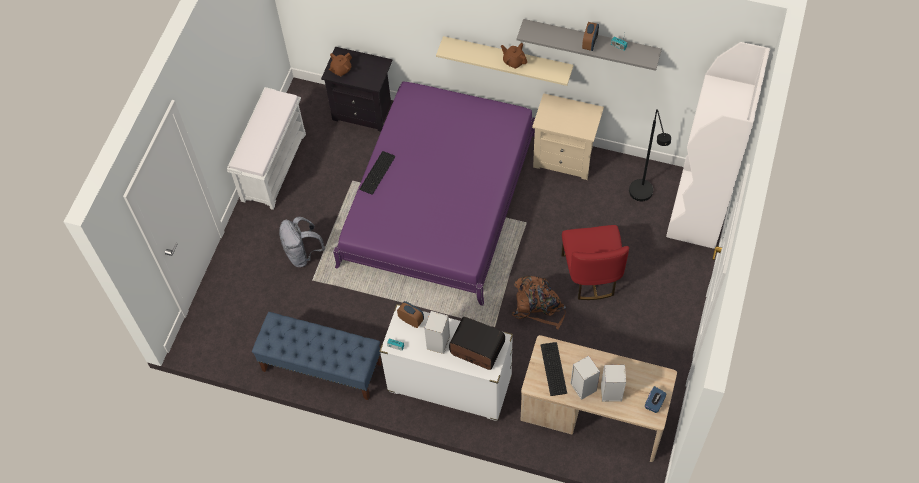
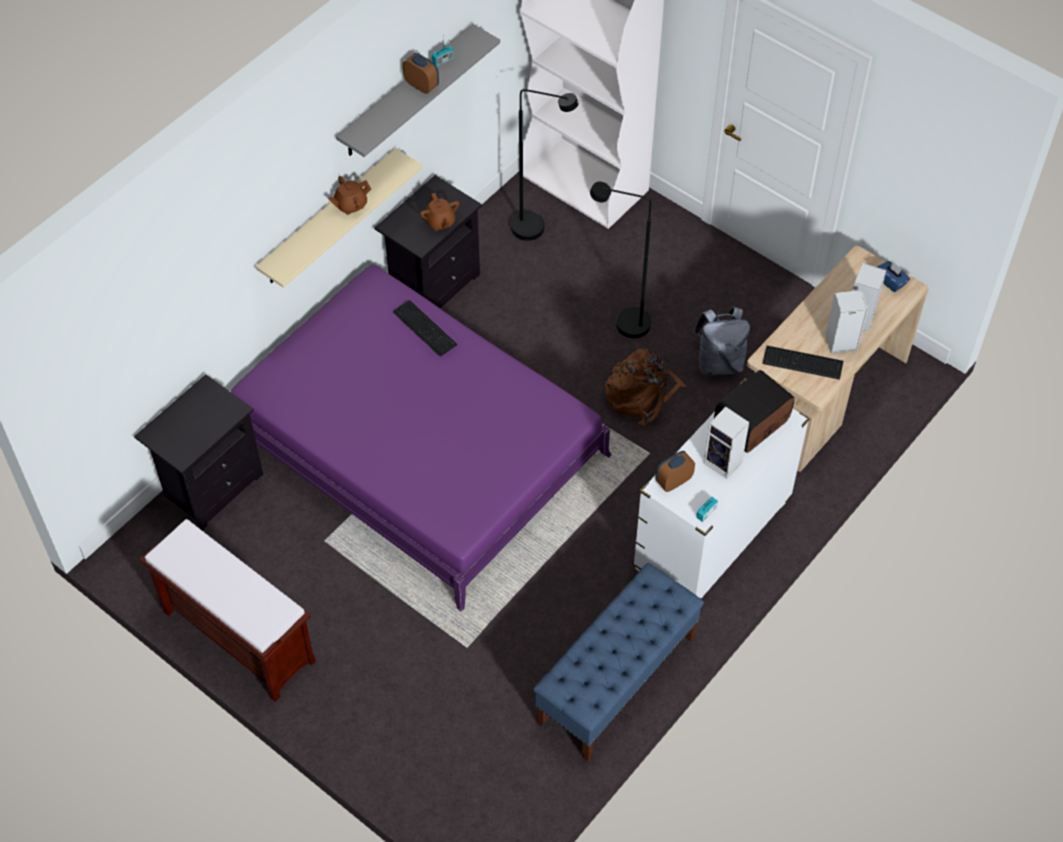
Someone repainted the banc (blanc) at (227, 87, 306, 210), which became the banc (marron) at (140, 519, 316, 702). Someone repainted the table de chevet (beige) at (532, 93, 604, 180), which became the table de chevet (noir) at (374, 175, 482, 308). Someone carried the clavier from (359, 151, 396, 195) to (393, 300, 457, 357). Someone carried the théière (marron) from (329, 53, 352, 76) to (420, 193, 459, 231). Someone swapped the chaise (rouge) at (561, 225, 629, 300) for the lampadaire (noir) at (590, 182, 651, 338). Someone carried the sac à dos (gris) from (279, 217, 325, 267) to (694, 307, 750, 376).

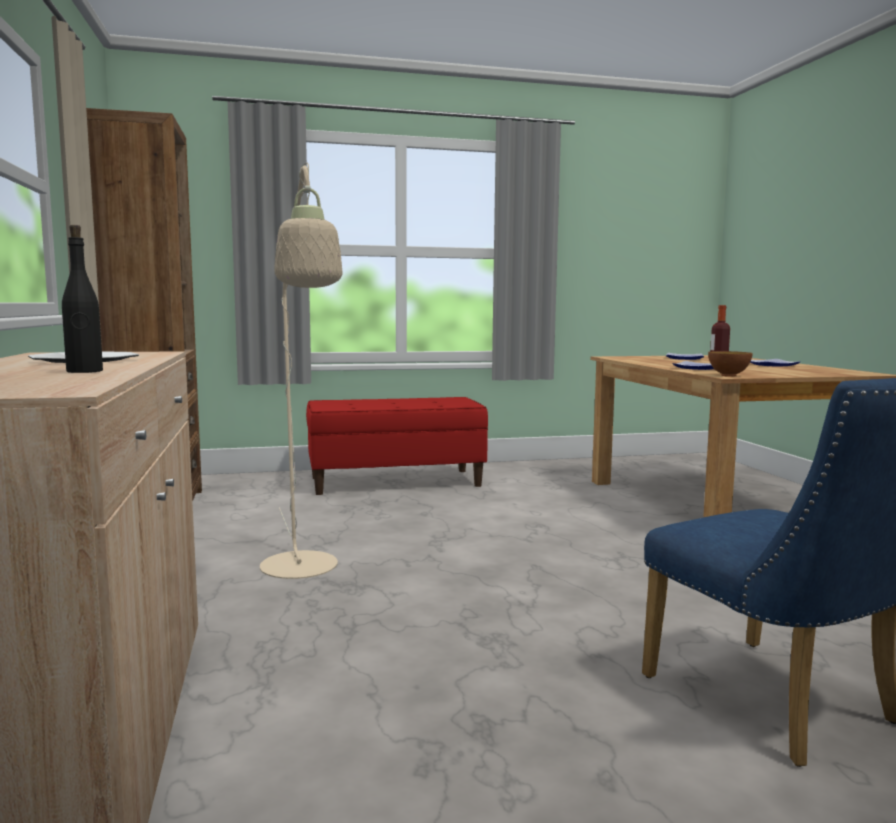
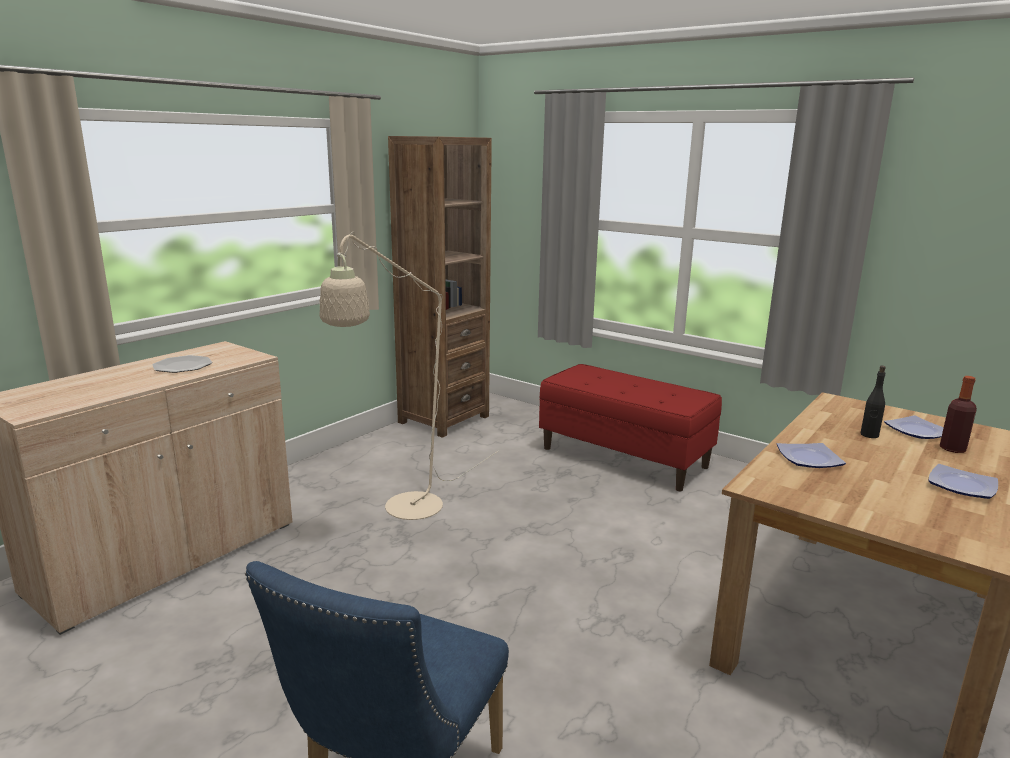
Someone carried the bouteille (noir) from (62, 225, 103, 373) to (861, 366, 886, 438). Someone took away the bol at (708, 351, 753, 377).

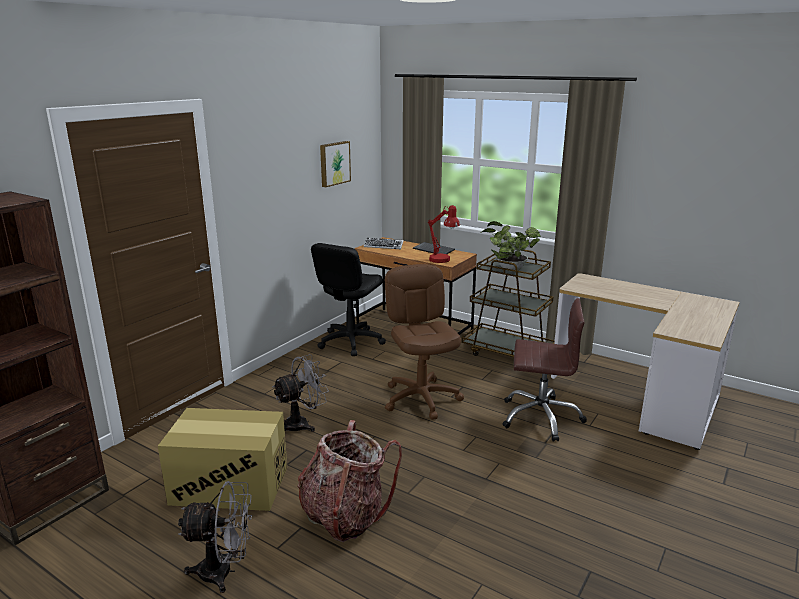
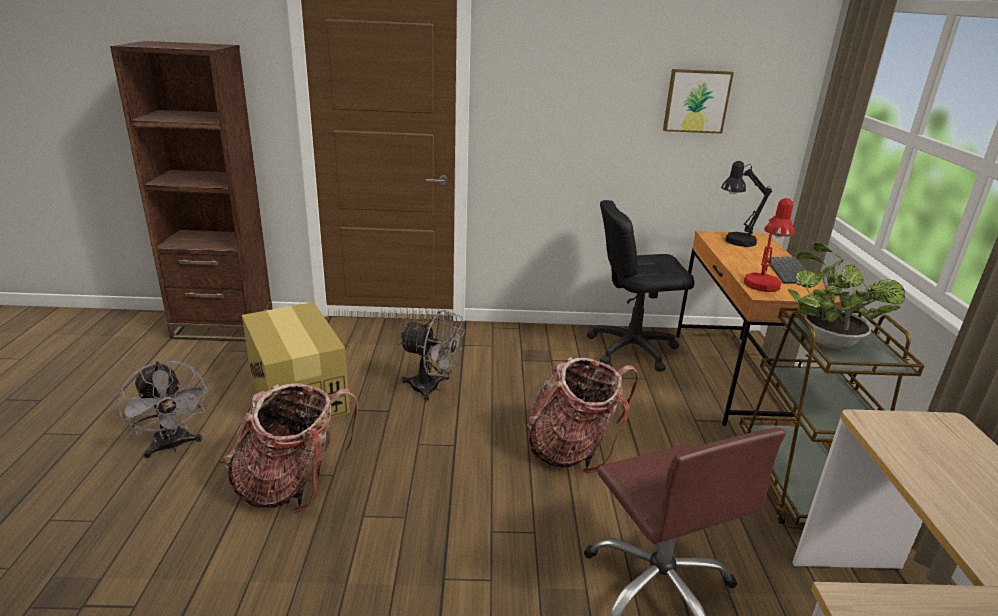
Someone swapped the chaise de bureau (marron) at (385, 264, 464, 420) for the sac à dos at (527, 357, 639, 473). Someone swapped the clavier at (364, 238, 404, 249) for the lampe de table (noir) at (721, 161, 772, 247).

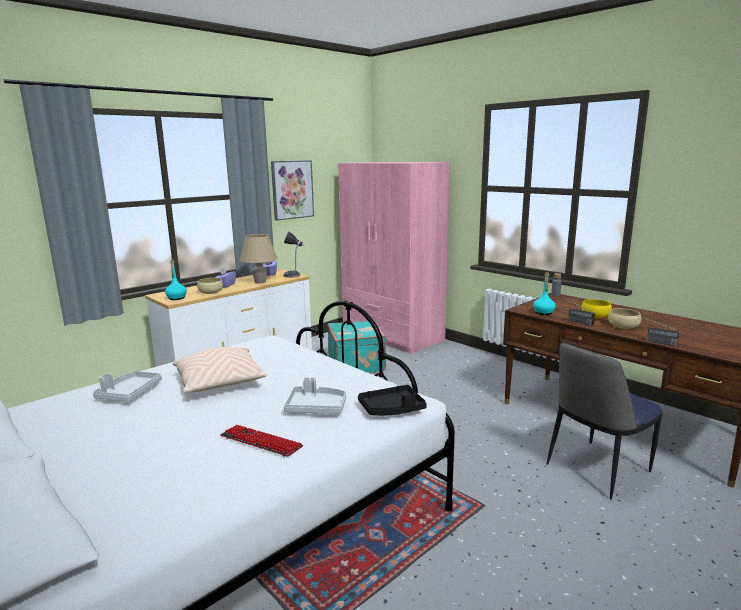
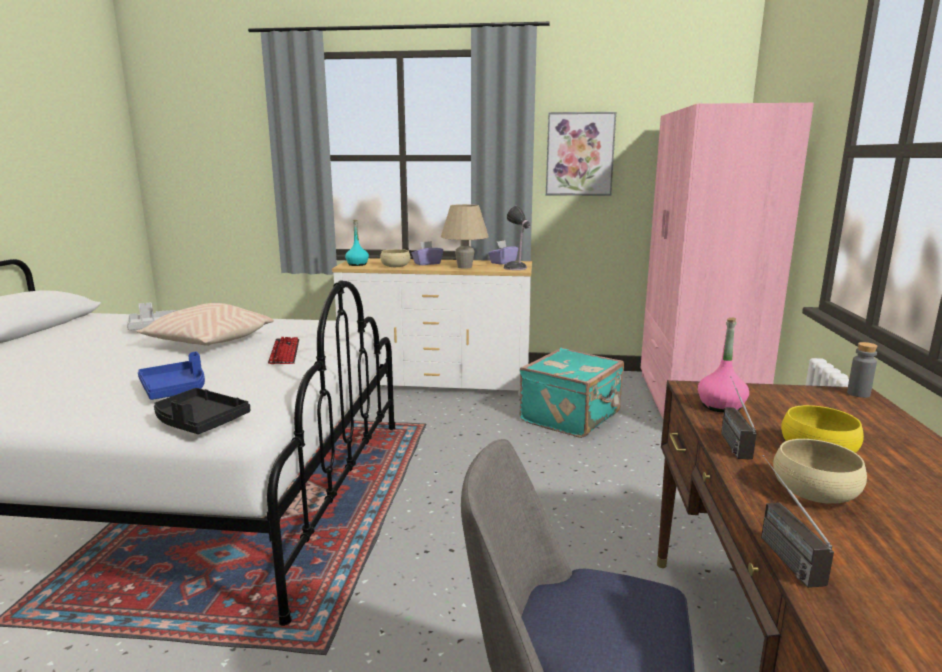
Someone repainted the plateau (gris) at (284, 377, 346, 414), which became the plateau (bleu) at (138, 352, 205, 400). Someone carried the clavier from (220, 425, 303, 457) to (268, 337, 299, 364). Someone repainted the bouteille (turquoise) at (533, 272, 556, 315), which became the bouteille (rose) at (698, 317, 749, 413).

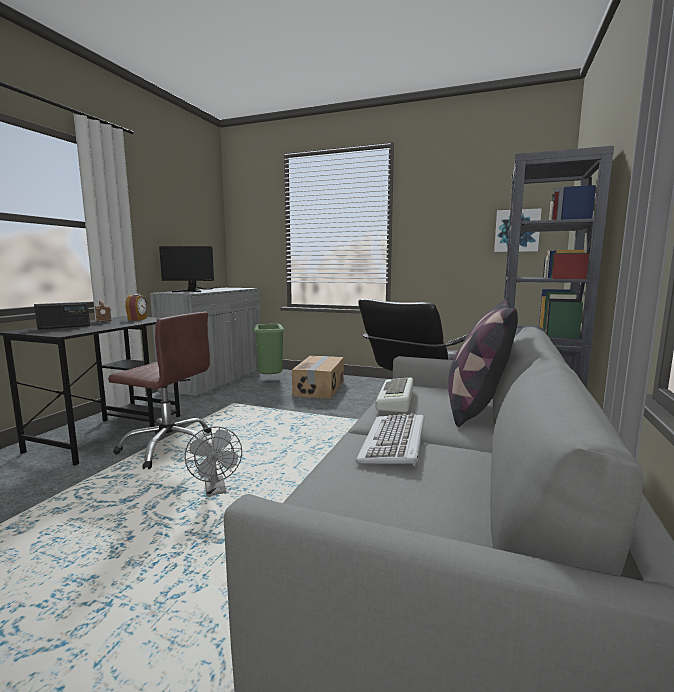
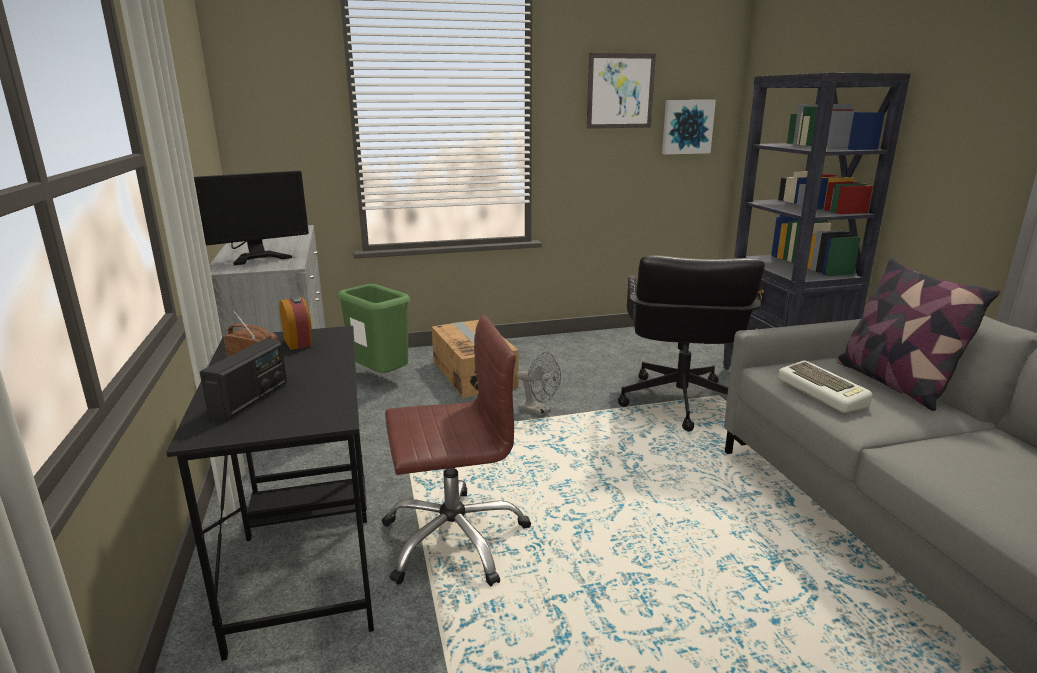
Someone carried the ventilateur (gris) from (185, 427, 242, 496) to (516, 352, 561, 416). Someone put up the tableau at (587, 53, 656, 129). Someone took away the clavier at (356, 413, 425, 466).

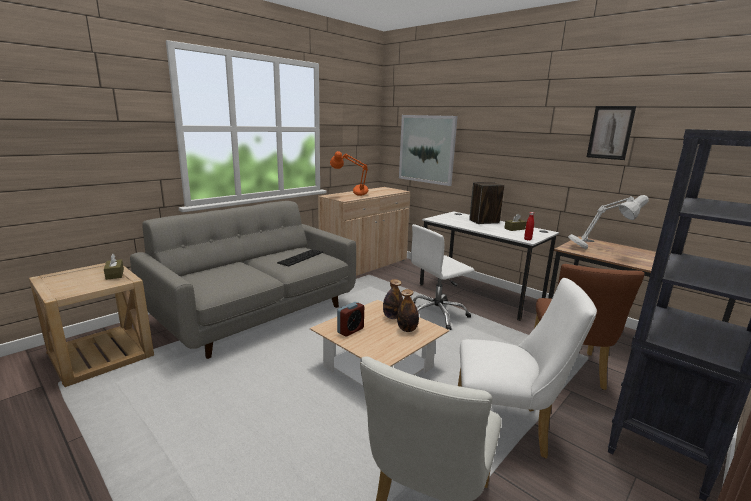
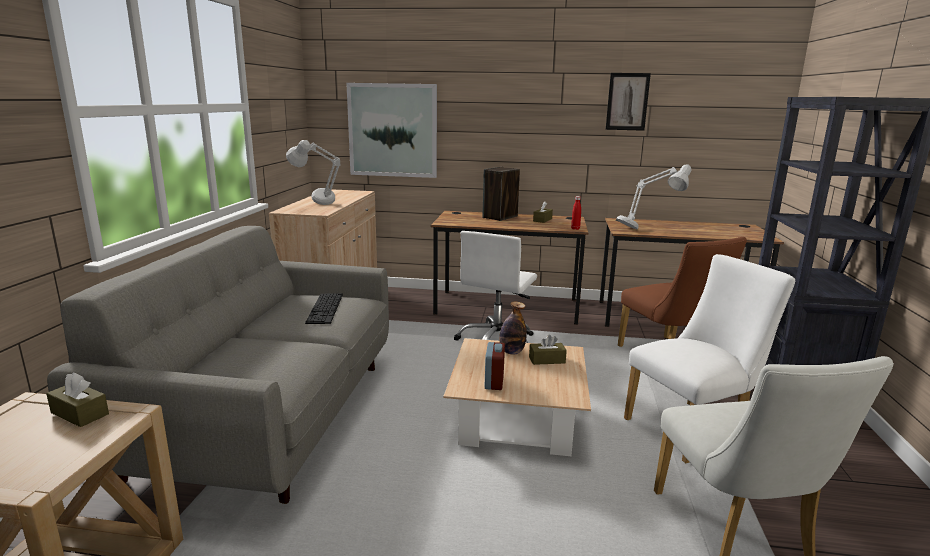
Someone repainted the lampe de table (orange) at (330, 151, 368, 196), which became the lampe de table (gris) at (286, 140, 340, 205). Someone repainted the bureau (blanc) at (420, 211, 559, 321), which became the bureau (marron) at (431, 211, 588, 325). Someone swapped the bouteille at (397, 289, 419, 332) for the boîte à mouchoirs (marron) at (529, 334, 567, 365).

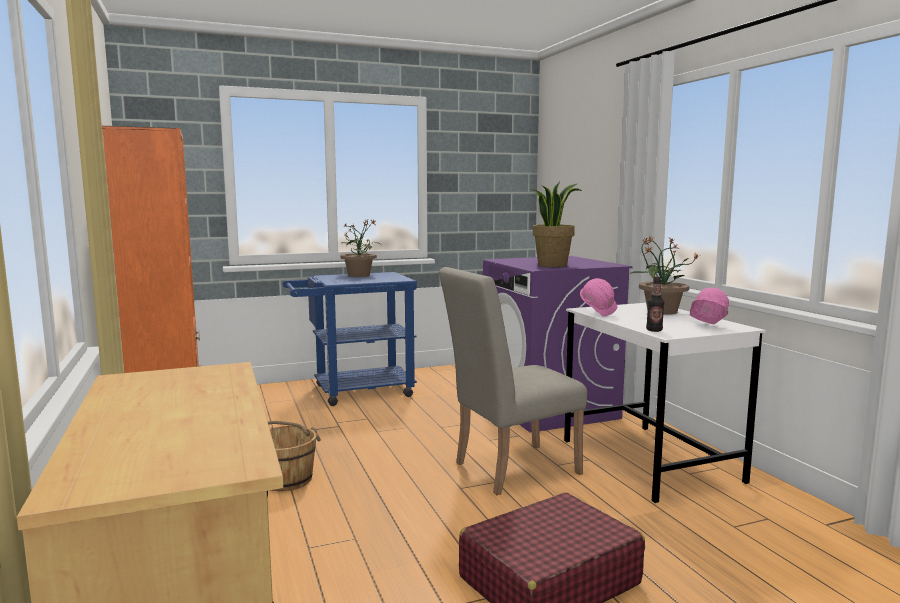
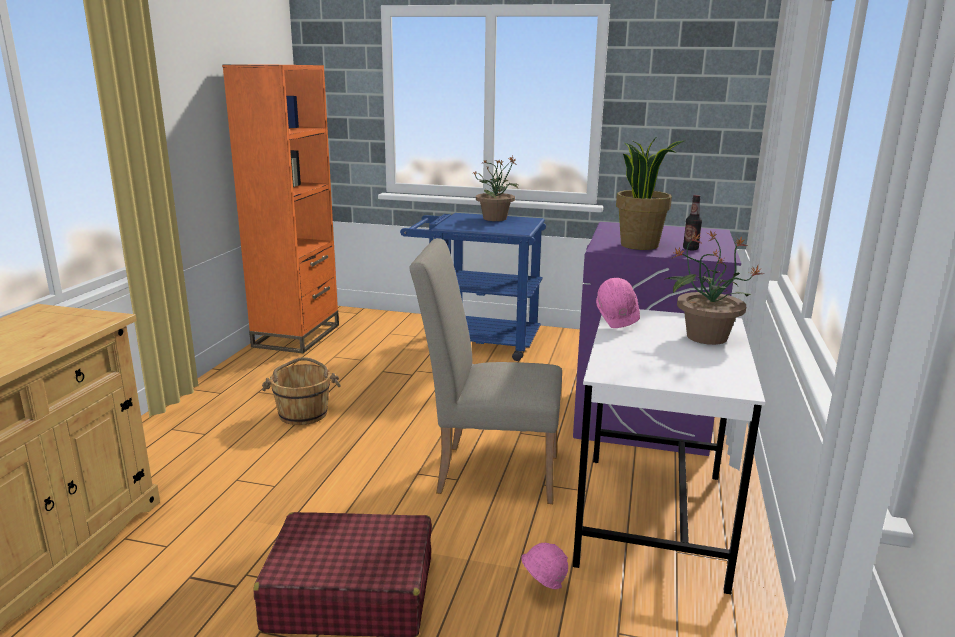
Someone carried the casque de chantier (rose) from (690, 287, 729, 324) to (521, 543, 568, 589). Someone carried the bouteille from (646, 276, 664, 332) to (683, 195, 702, 250).

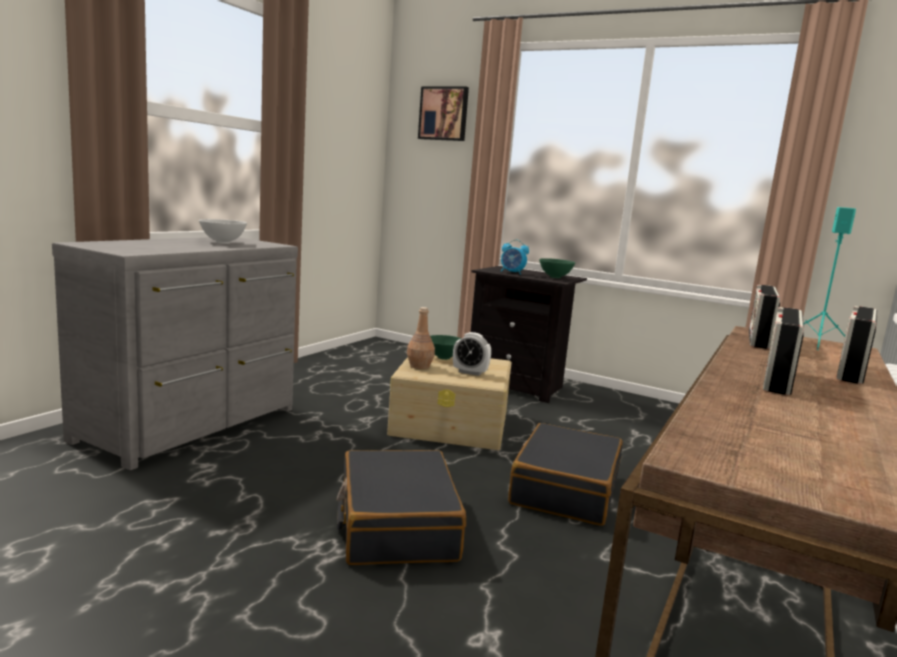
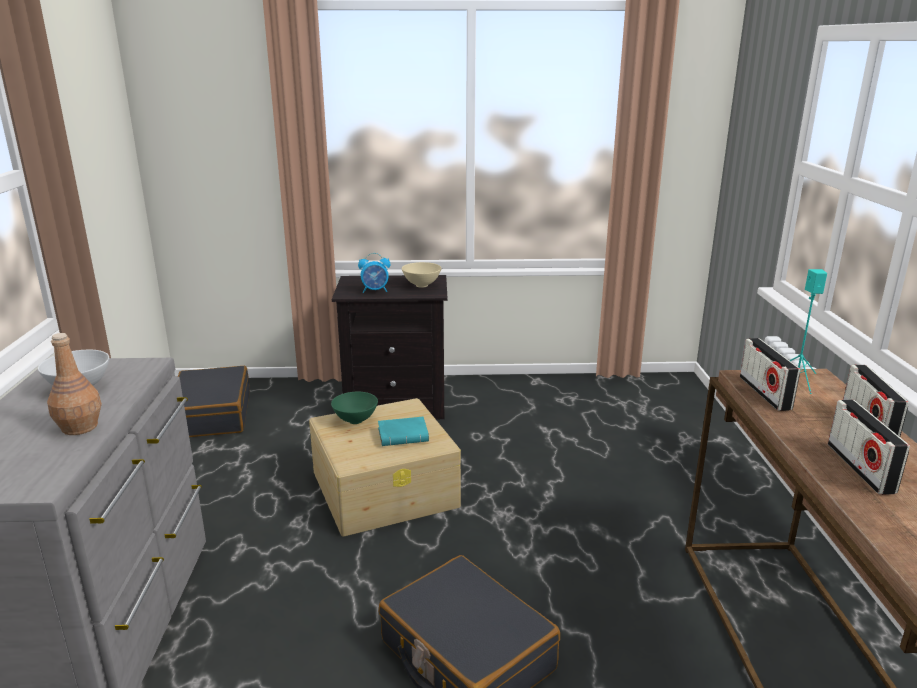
Someone carried the bouteille (marron) from (407, 307, 435, 369) to (47, 333, 102, 435). Someone carried the valise (noir) from (508, 423, 623, 526) to (178, 366, 250, 437). Someone swapped the réveil at (453, 332, 491, 376) for the livre (turquoise) at (378, 417, 429, 446). Someone repainted the bol (vert) at (539, 258, 575, 278), which became the bol (beige) at (402, 262, 441, 288). Someone took away the tableau at (418, 86, 469, 141).

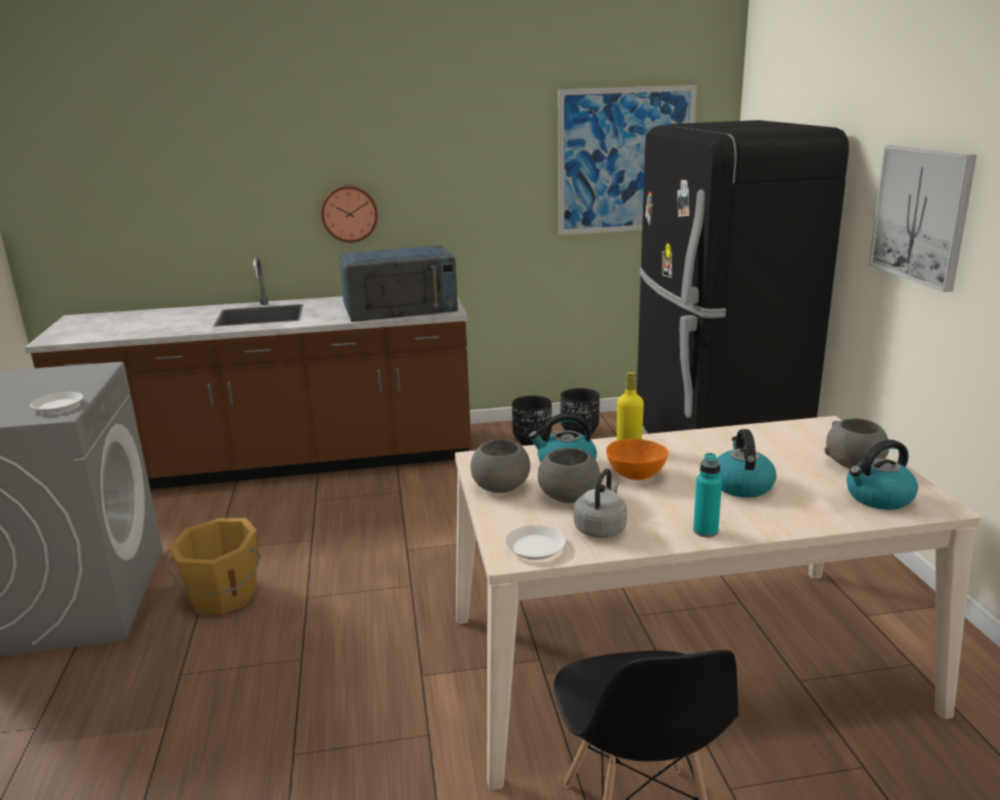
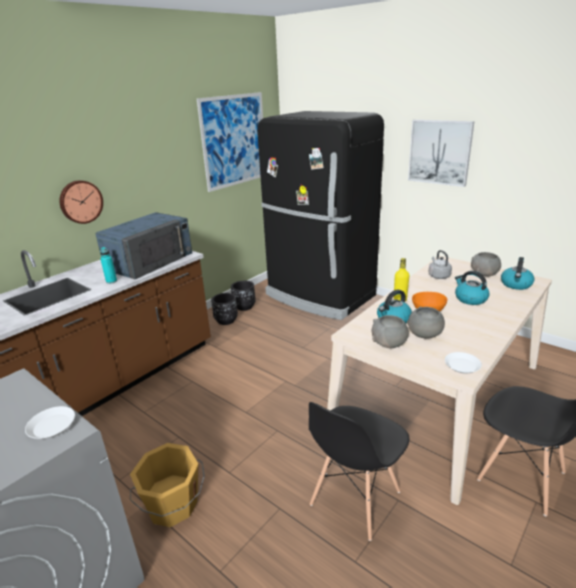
Someone carried the bouteille (turquoise) from (693, 453, 722, 538) to (100, 247, 117, 284). Someone put down the chaise (noir) at (309, 402, 410, 541). Someone carried the bouilloire (gris) from (574, 468, 627, 538) to (428, 250, 452, 279).

